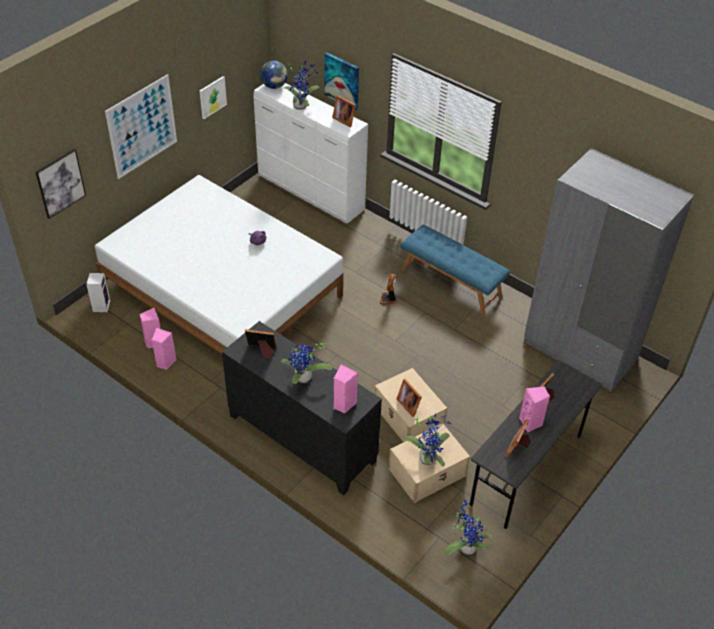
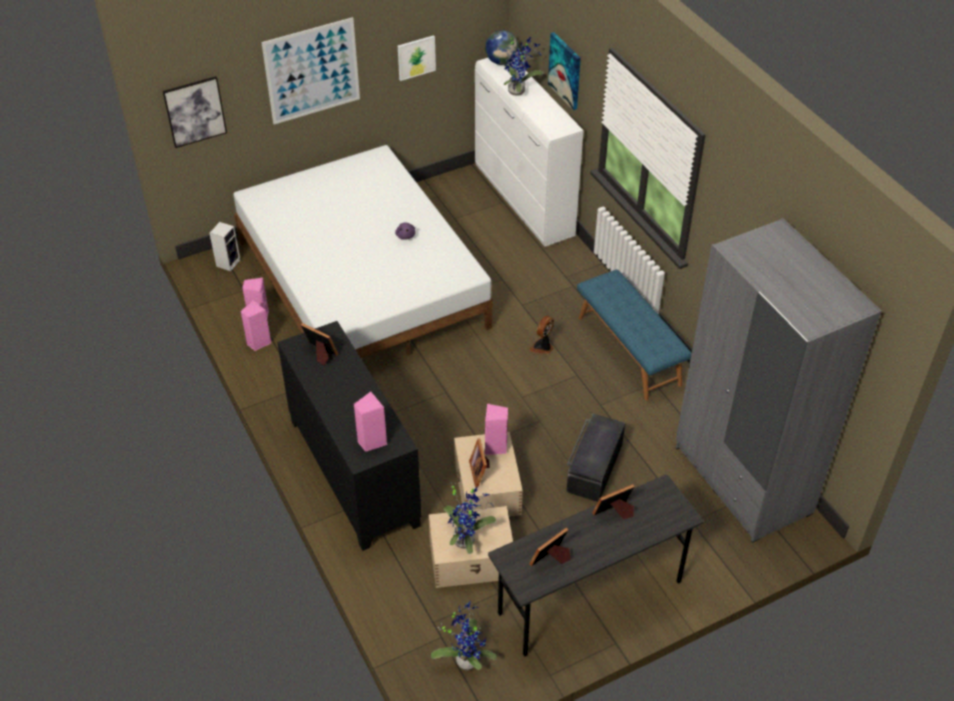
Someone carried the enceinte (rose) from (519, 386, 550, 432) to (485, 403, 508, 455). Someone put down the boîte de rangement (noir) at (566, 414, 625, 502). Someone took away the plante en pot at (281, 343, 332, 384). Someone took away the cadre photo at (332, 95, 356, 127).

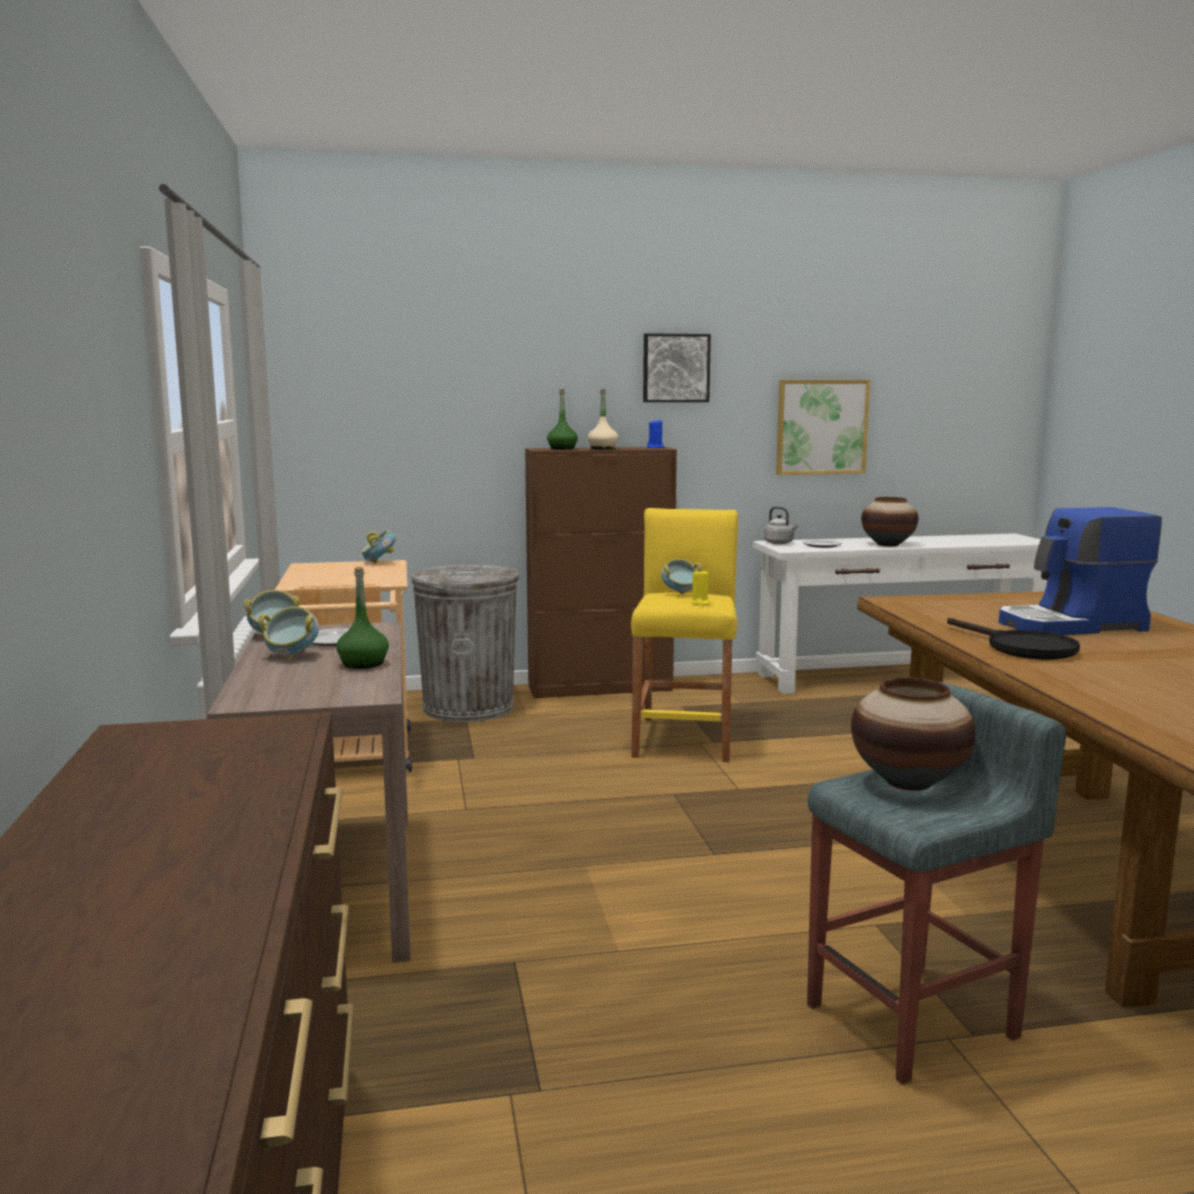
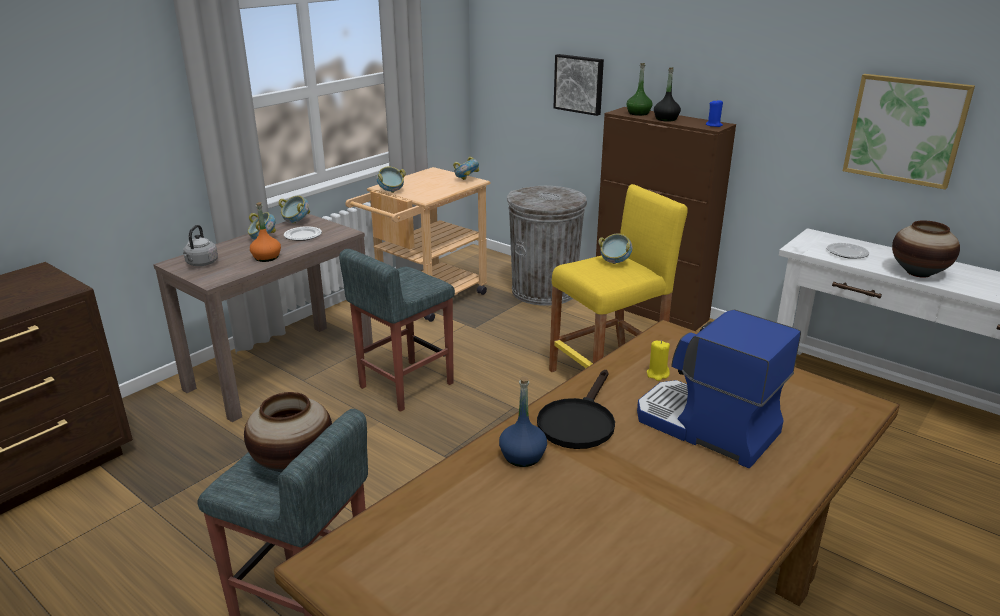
Someone carried the bouilloire (gris) from (764, 506, 798, 544) to (183, 225, 218, 266). Someone repainted the bouteille (vert) at (336, 567, 389, 669), which became the bouteille (orange) at (250, 202, 281, 262). Someone put down the tabouret (gris) at (339, 249, 455, 412). Someone put down the bol at (376, 166, 406, 193). Someone put down the bouteille (bleu) at (499, 376, 547, 467). Someone carried the tableau from (643, 333, 711, 402) to (553, 54, 604, 116). Someone carried the bougie (jaune) from (691, 570, 710, 605) to (647, 341, 670, 381). Someone repainted the bouteille (beige) at (588, 389, 618, 450), which became the bouteille (noir) at (654, 67, 681, 122).

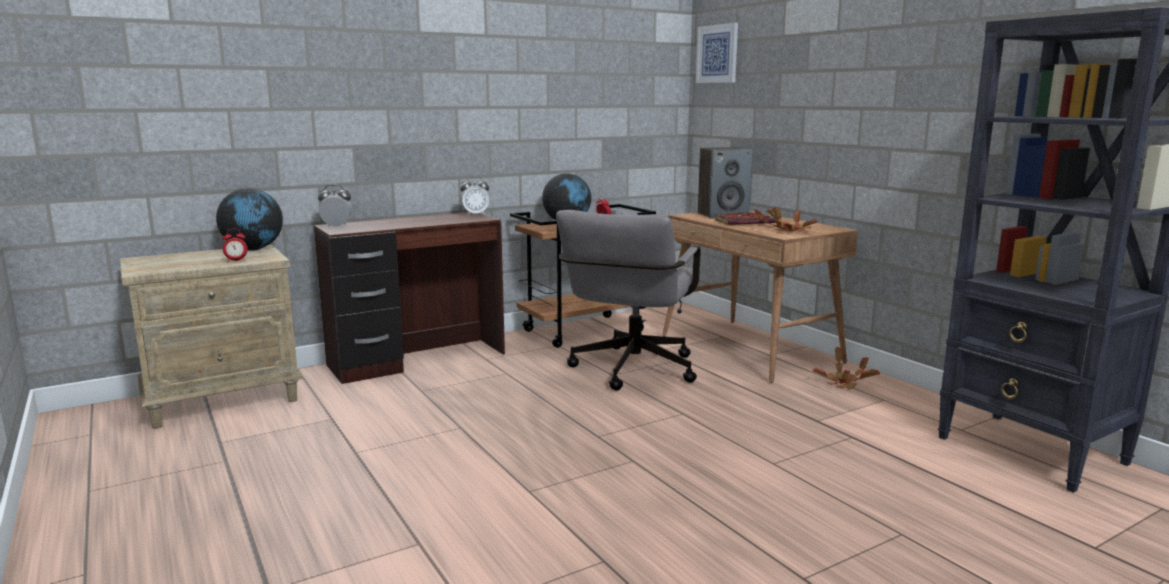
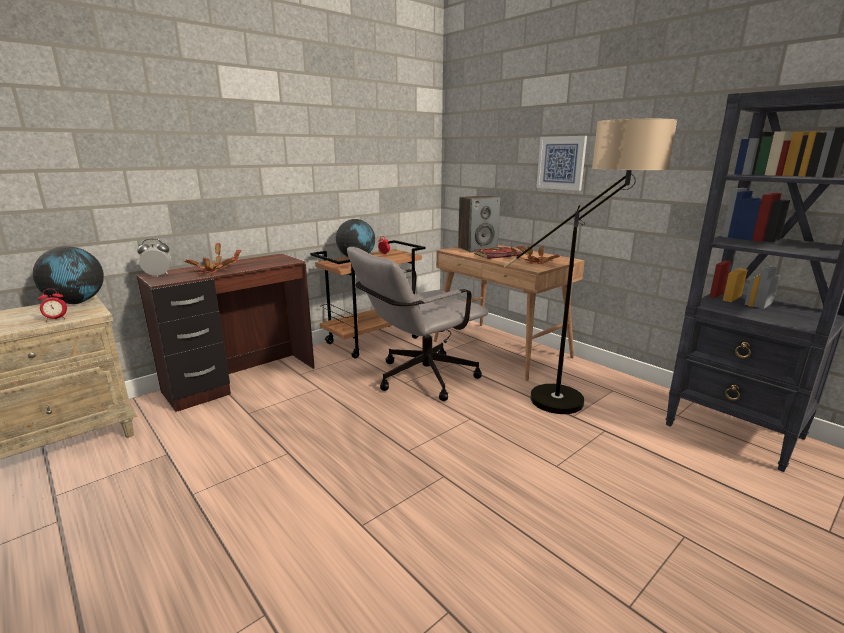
Someone carried the plante en pot from (812, 346, 880, 389) to (184, 242, 241, 275). Someone rotated the chaise de bureau (gris) at (556, 210, 701, 390) by 45 degrees clockwise. Someone put down the lampadaire at (504, 119, 677, 414). Someone carried the tableau from (696, 23, 738, 83) to (536, 136, 587, 191). Someone took away the réveil at (460, 176, 489, 215).

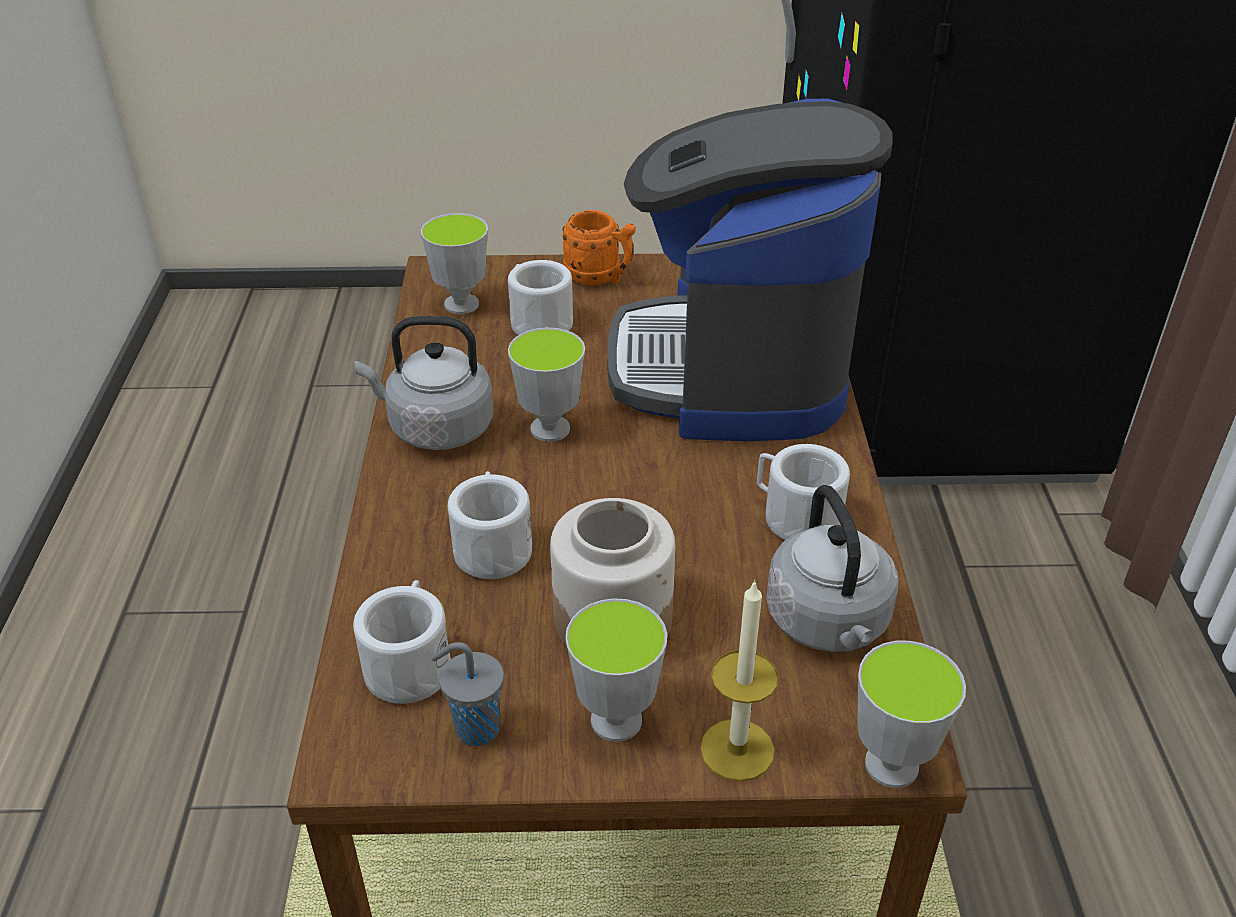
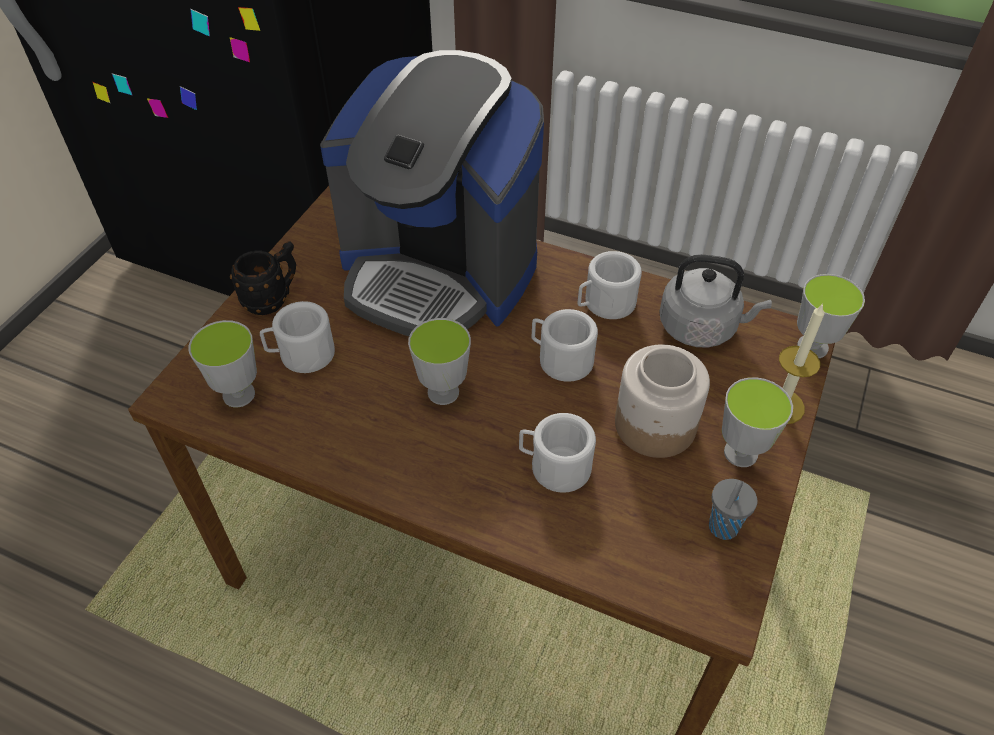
Someone repainted the mug (orange) at (562, 210, 636, 285), which became the mug (noir) at (230, 241, 296, 315). Someone carried the mug (blanc) from (353, 580, 451, 704) to (532, 309, 598, 382). Someone took away the bouilloire (gris) at (355, 316, 494, 450).

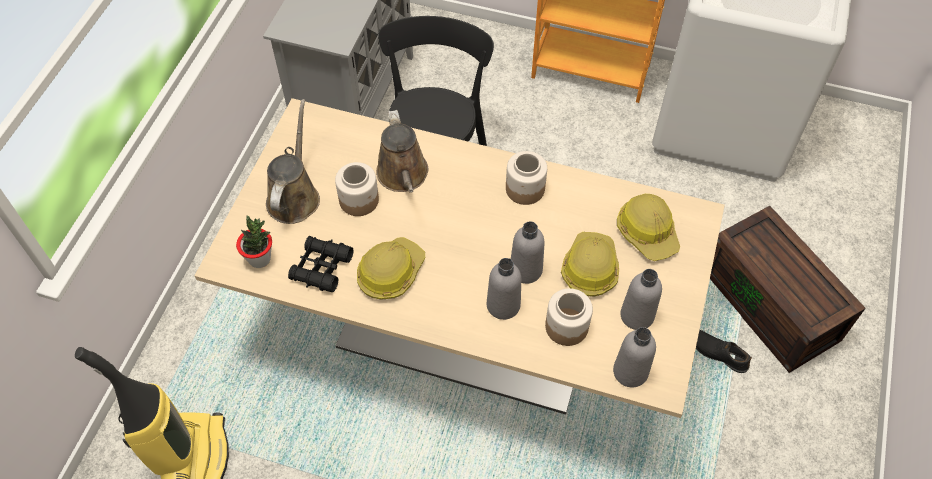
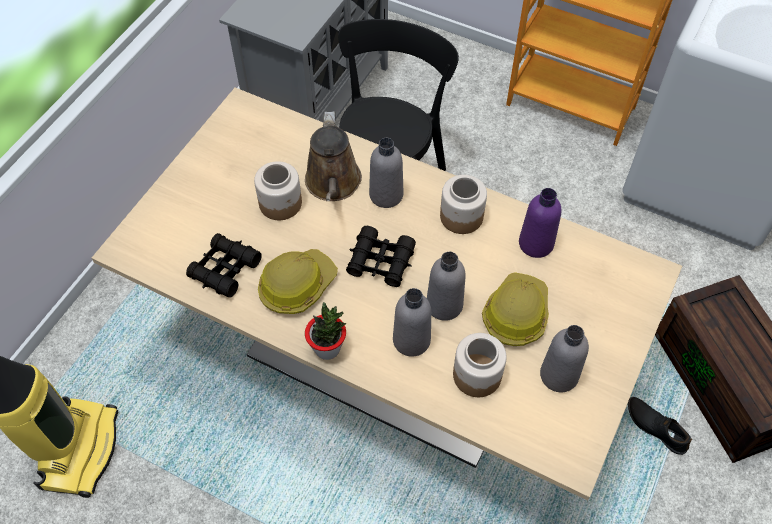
Someone carried the plante en pot from (236, 215, 272, 268) to (305, 302, 346, 360). Someone put down the jumelles (noir) at (346, 226, 416, 287). Someone carried the bouteille (gris) from (613, 327, 656, 388) to (369, 138, 403, 208). Someone put down the bouteille (violet) at (519, 188, 562, 258). Someone took away the arrosoir (marron) at (266, 99, 320, 224). Someone took away the casque de chantier at (617, 194, 680, 261).

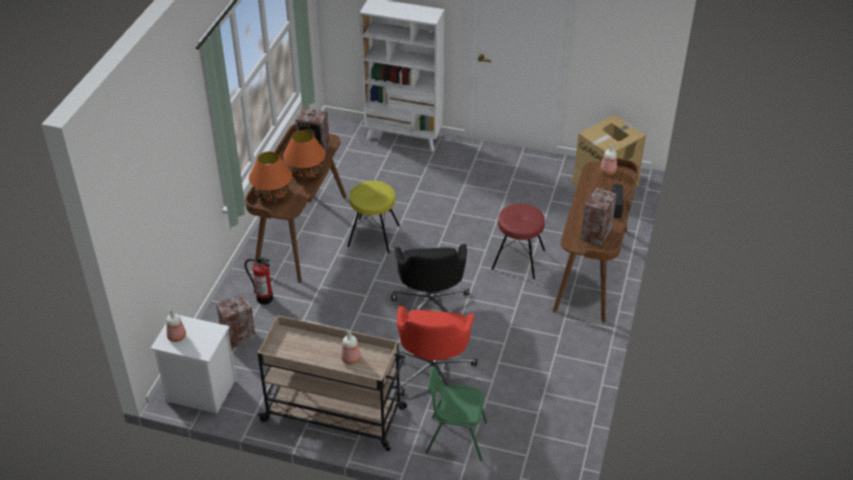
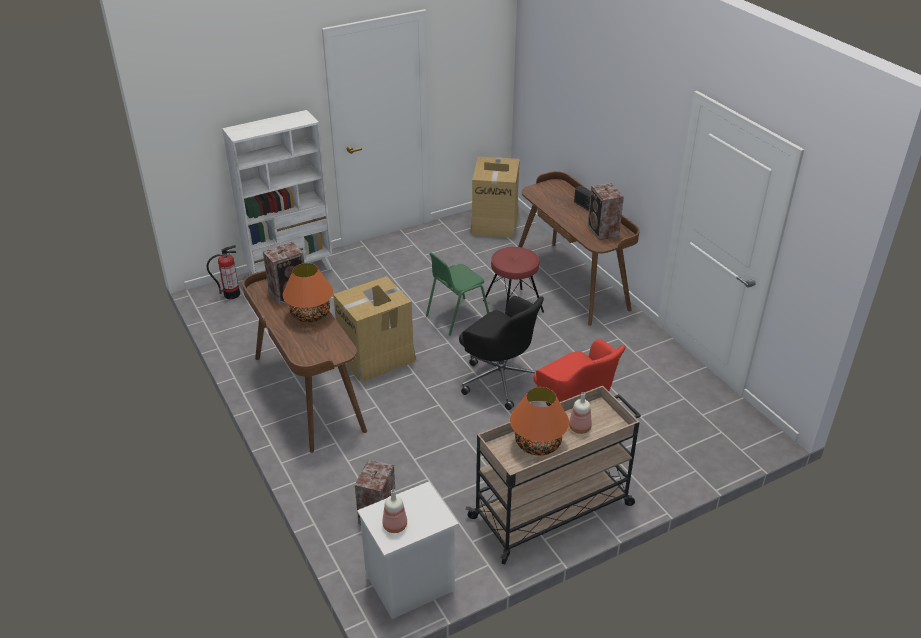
Someone carried the extincteur from (245, 257, 273, 305) to (207, 245, 240, 299). Someone swapped the tabouret (jaune) at (347, 181, 400, 254) for the carton at (333, 276, 416, 382). Someone carried the chaise (vert) from (426, 366, 488, 461) to (426, 253, 489, 336). Someone carried the lampe de table (orange) from (249, 151, 292, 202) to (510, 387, 569, 455). Someone took away the bouteille at (600, 144, 617, 175).

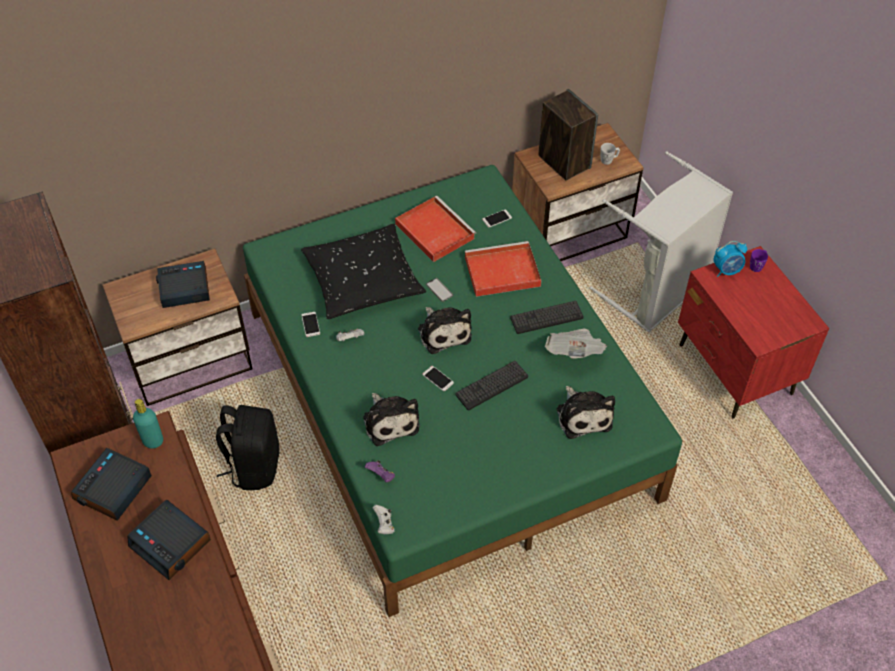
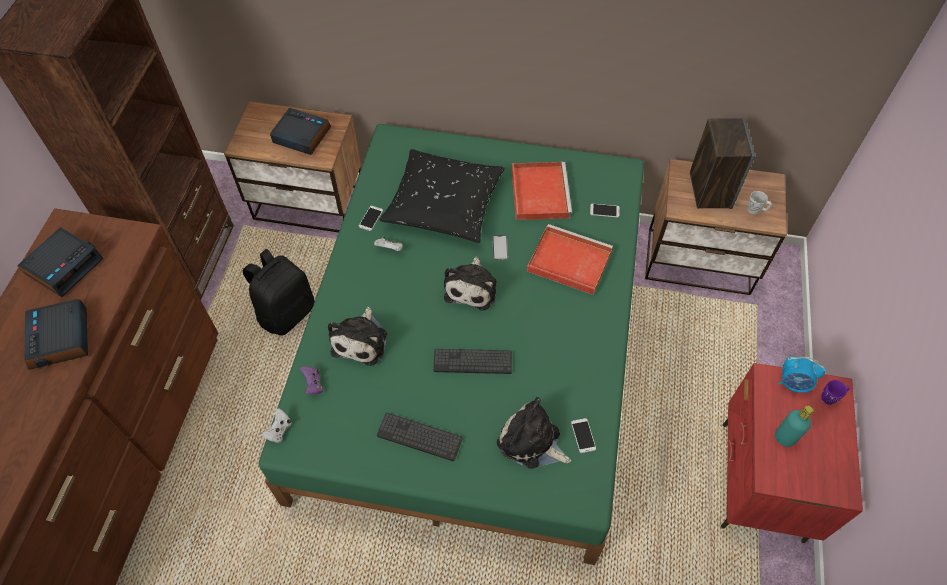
Someone rotated the réveil at (71, 448, 152, 521) by 150 degrees clockwise. Someone carried the clavier from (510, 301, 584, 334) to (377, 413, 462, 461). Someone rotated the peluche at (557, 386, 615, 439) by 105 degrees clockwise. Someone carried the téléphone from (422, 366, 454, 391) to (571, 418, 596, 453). Someone carried the bouteille (turquoise) from (133, 399, 163, 448) to (775, 406, 813, 447). Someone took away the journal at (545, 328, 607, 359). Someone took away the panier à linge (gris) at (589, 151, 733, 332).

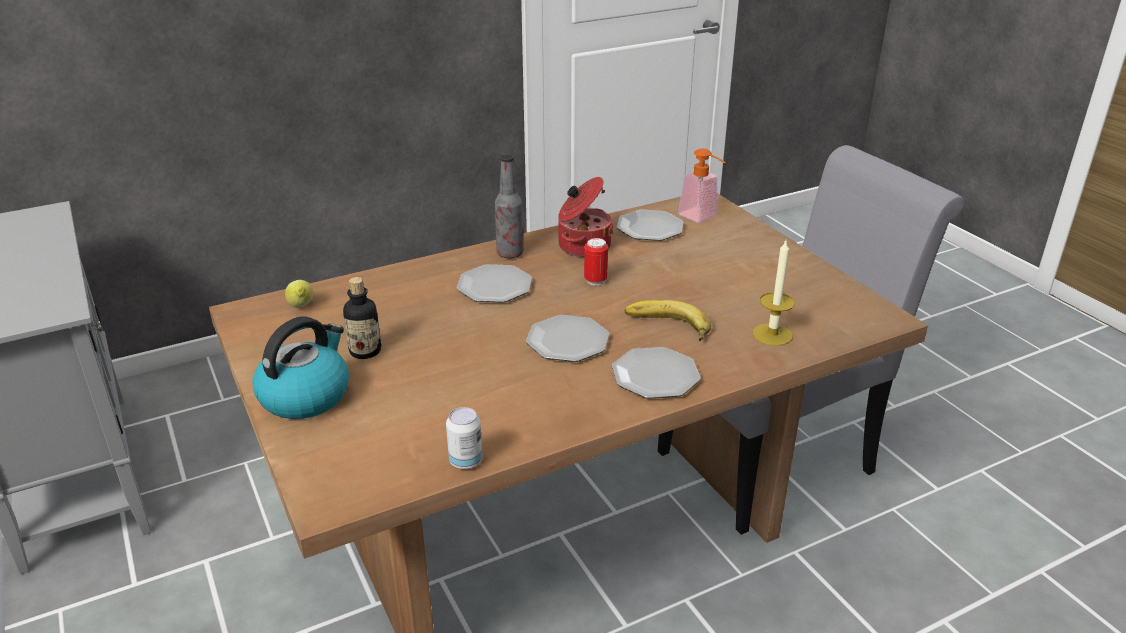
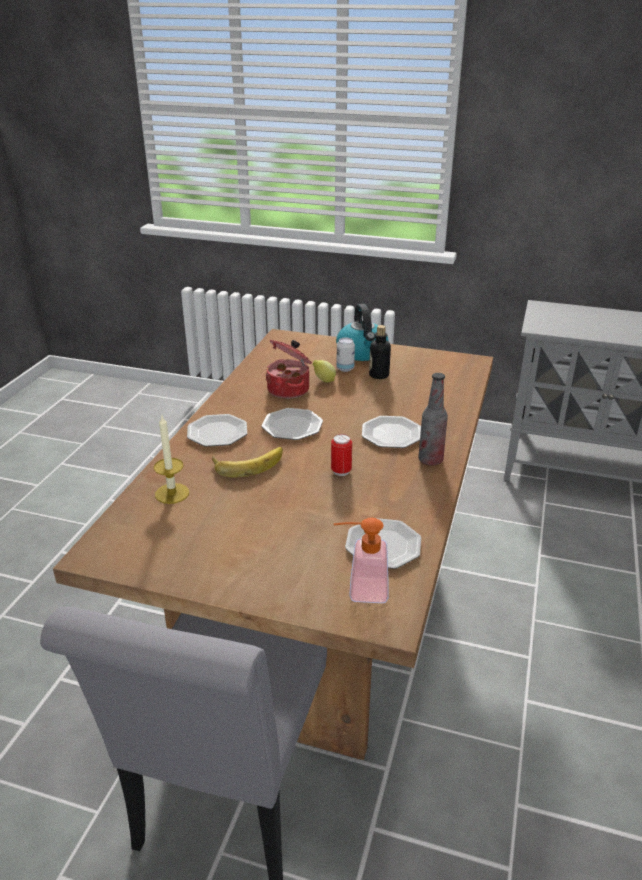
Someone carried the marmite from (558, 177, 614, 257) to (266, 340, 312, 399). Someone carried the citron from (285, 280, 313, 307) to (313, 360, 336, 382). Someone carried the boîte métallique from (446, 407, 483, 469) to (336, 338, 355, 372).

